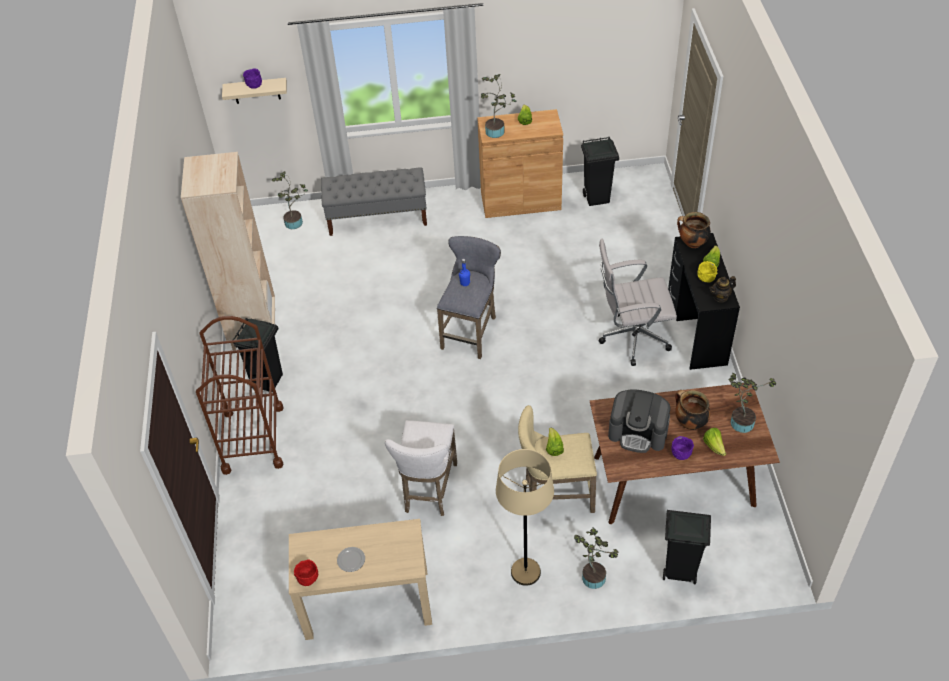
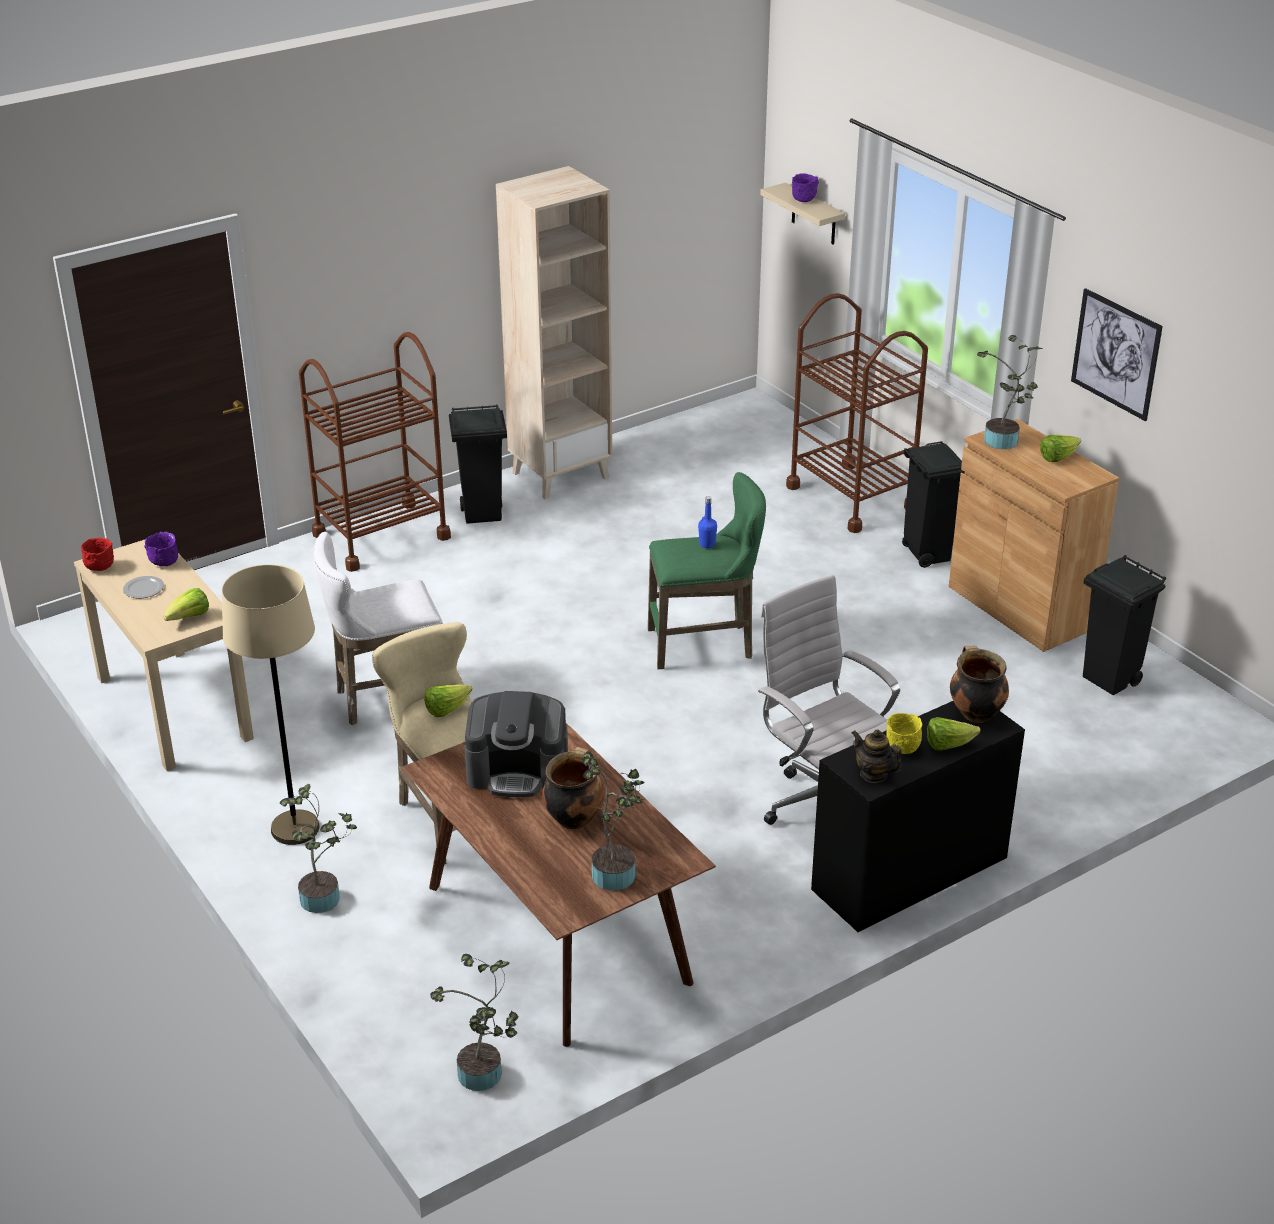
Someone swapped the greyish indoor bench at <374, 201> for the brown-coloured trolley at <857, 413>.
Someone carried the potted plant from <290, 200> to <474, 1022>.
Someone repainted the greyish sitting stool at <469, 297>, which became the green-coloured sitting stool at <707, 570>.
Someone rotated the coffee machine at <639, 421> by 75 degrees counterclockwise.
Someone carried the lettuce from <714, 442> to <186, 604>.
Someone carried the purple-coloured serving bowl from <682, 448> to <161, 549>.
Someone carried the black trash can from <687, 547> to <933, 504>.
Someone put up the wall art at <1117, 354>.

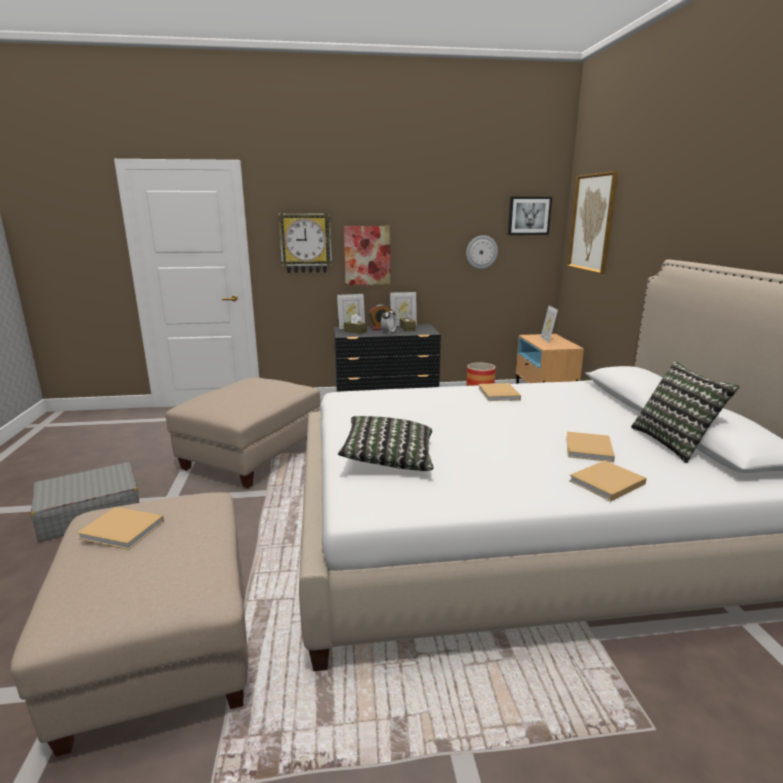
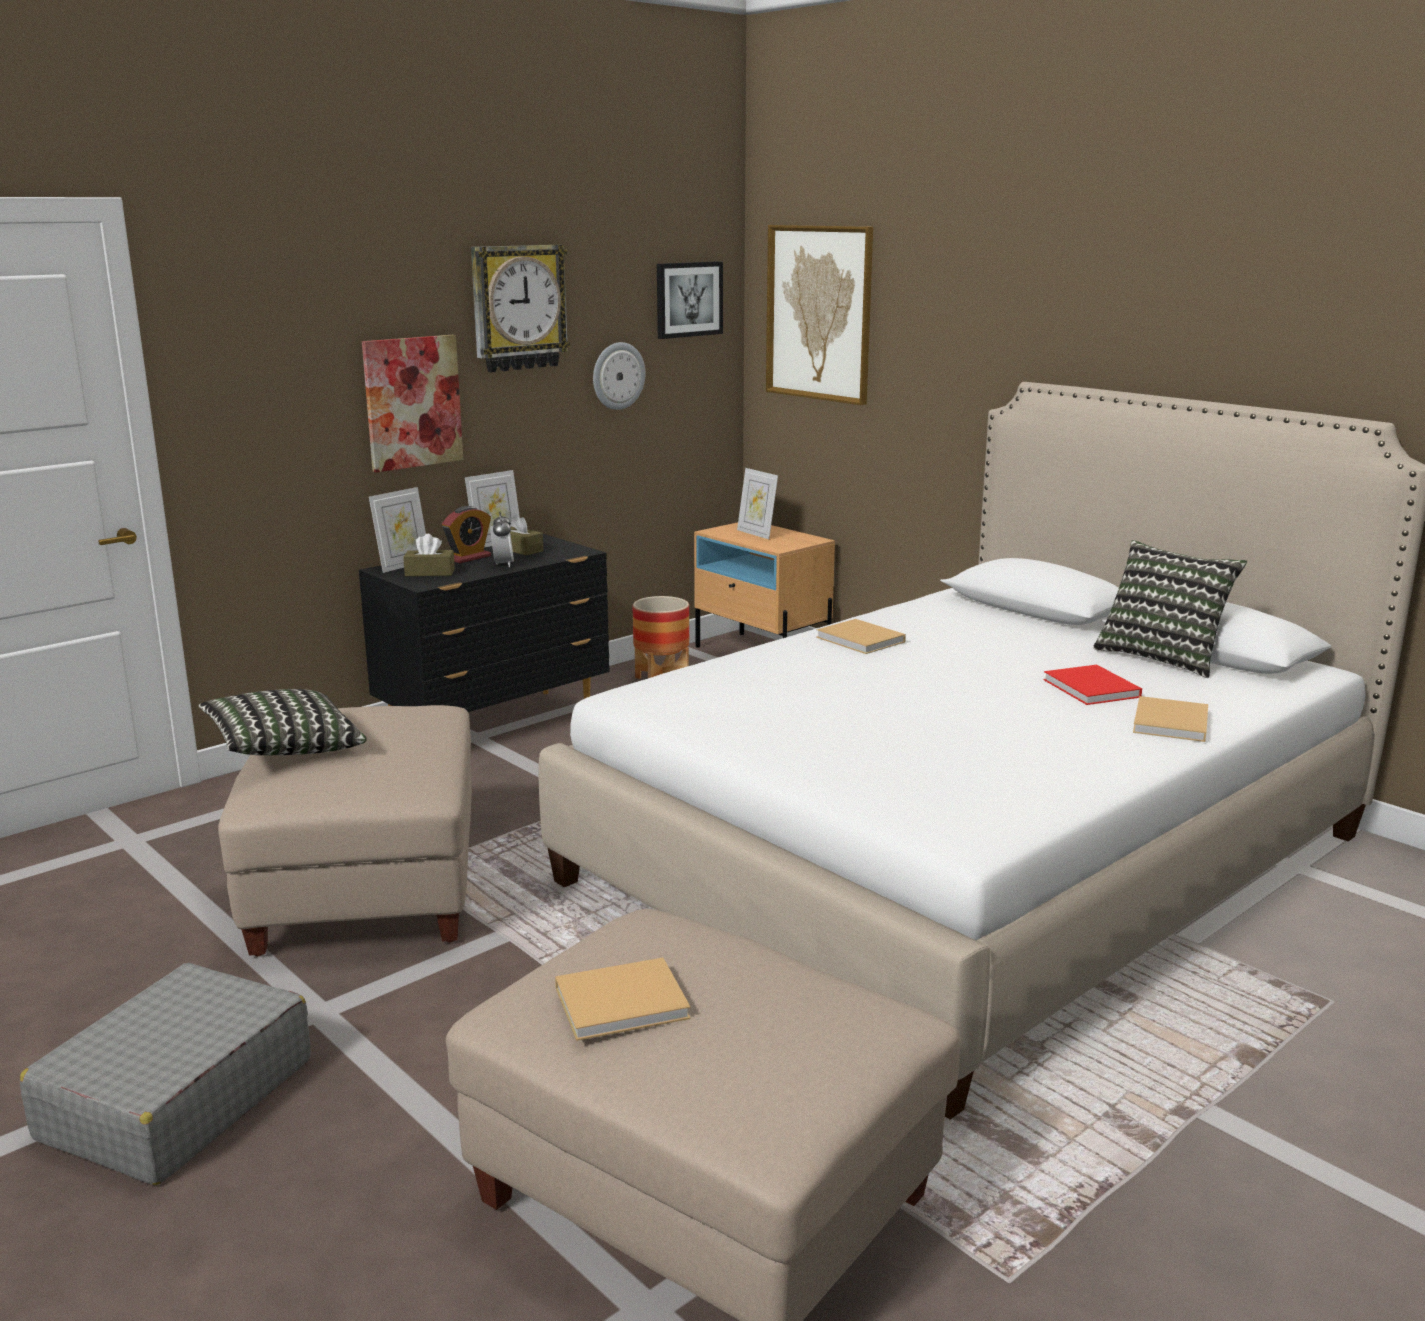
Someone carried the wall clock from <305, 243> to <520, 308>.
Someone carried the cushion from <386, 443> to <283, 722>.
Someone repainted the beige-coloured bound book at <590, 446>, which became the reddish bound book at <1092, 685>.

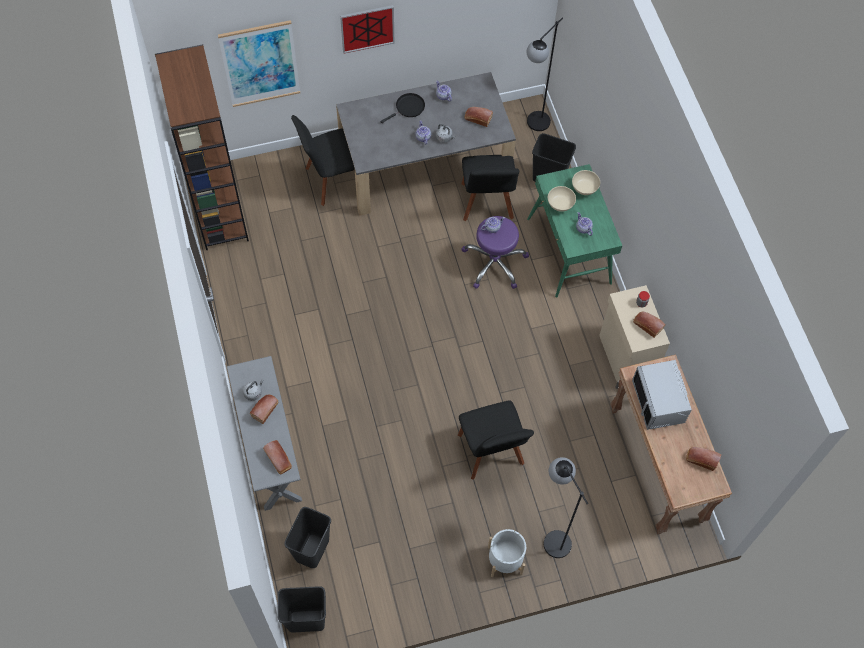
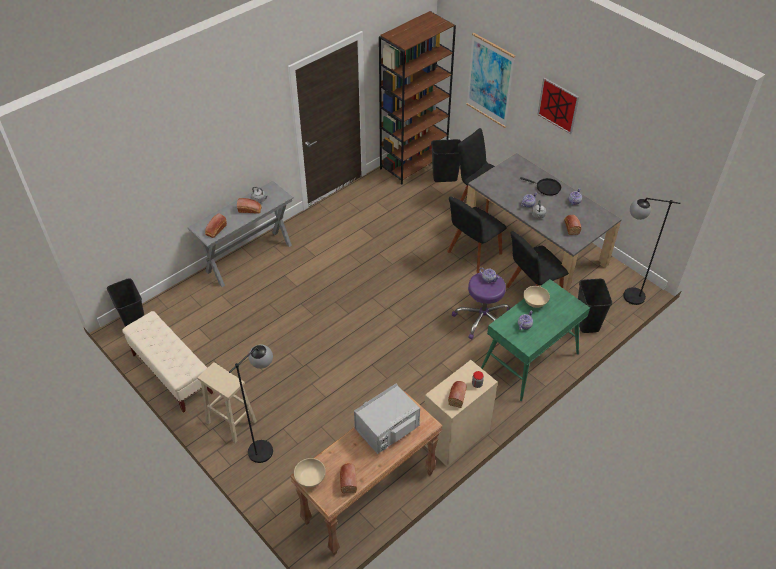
Someone carried the beige-coloured serving bowl from <586, 182> to <310, 473>.
Someone carried the black chair from <496, 440> to <477, 234>.
Someone carried the black trash can from <307, 537> to <446, 160>.
Someone swapped the white-coloured plant pot at <507, 553> for the beige-coloured sitting stool at <227, 402>.
Someone put down the beige-coloured indoor bench at <167, 362>.

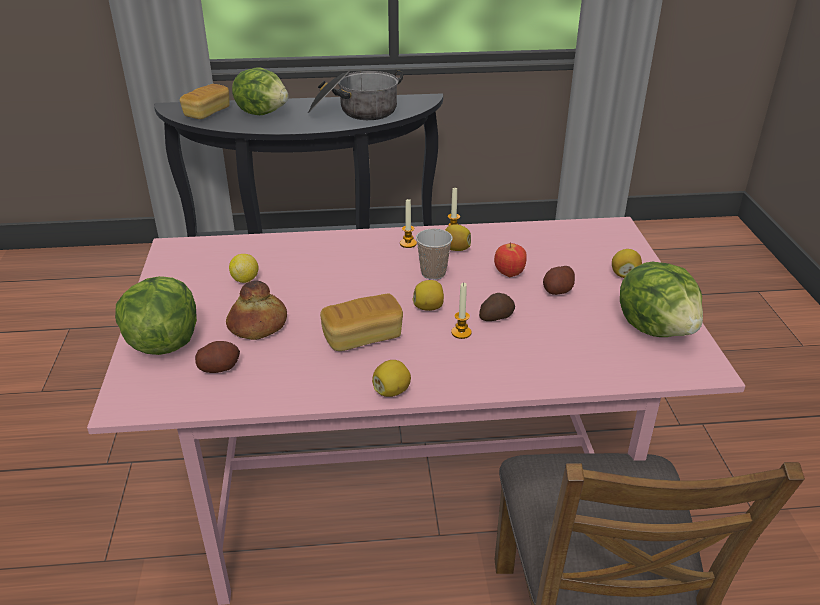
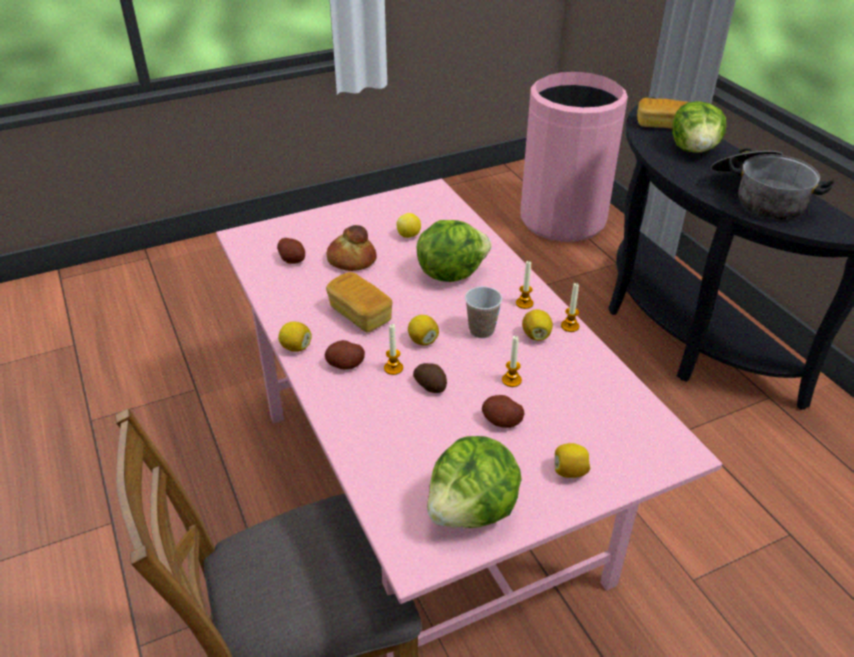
Someone swapped the apple at <510, 260> for the candle at <512, 361>.
Someone carried the lettuce from <156, 315> to <453, 251>.
Someone put down the pink-coloured trash can at <574, 157>.
Someone put down the spud at <345, 354>.

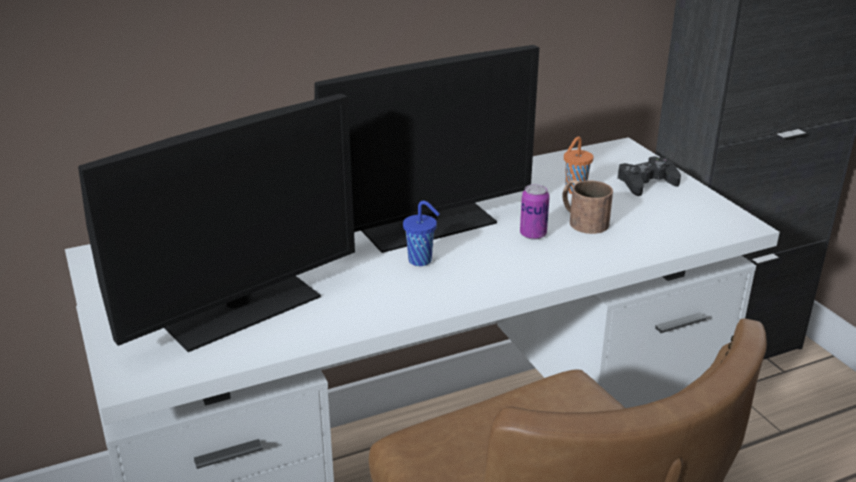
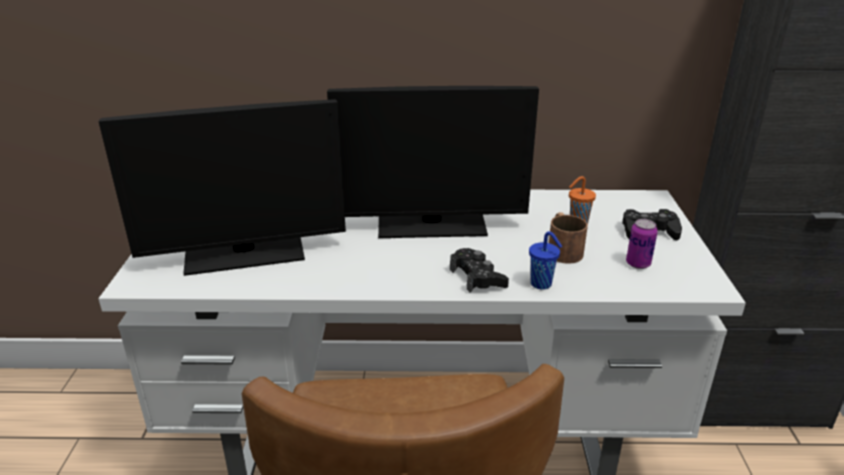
Someone carried the can from <535, 212> to <642, 244>.
Someone carried the blue cup from <421, 233> to <545, 260>.
Someone put down the black joypad at <479, 270>.

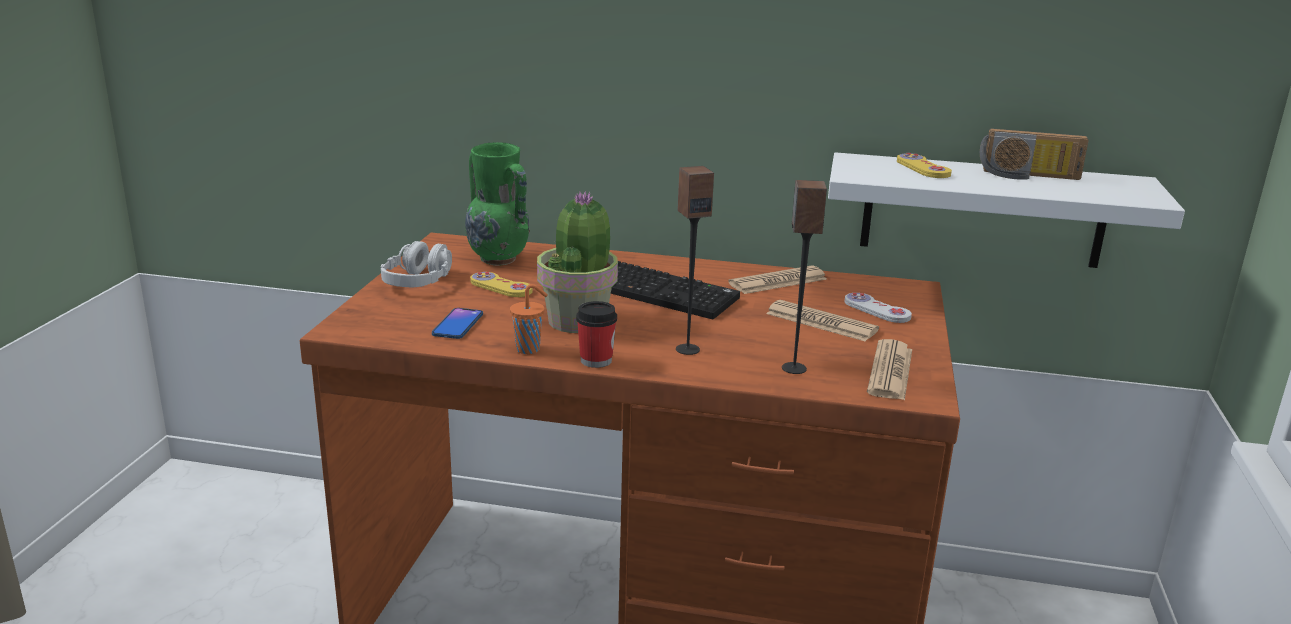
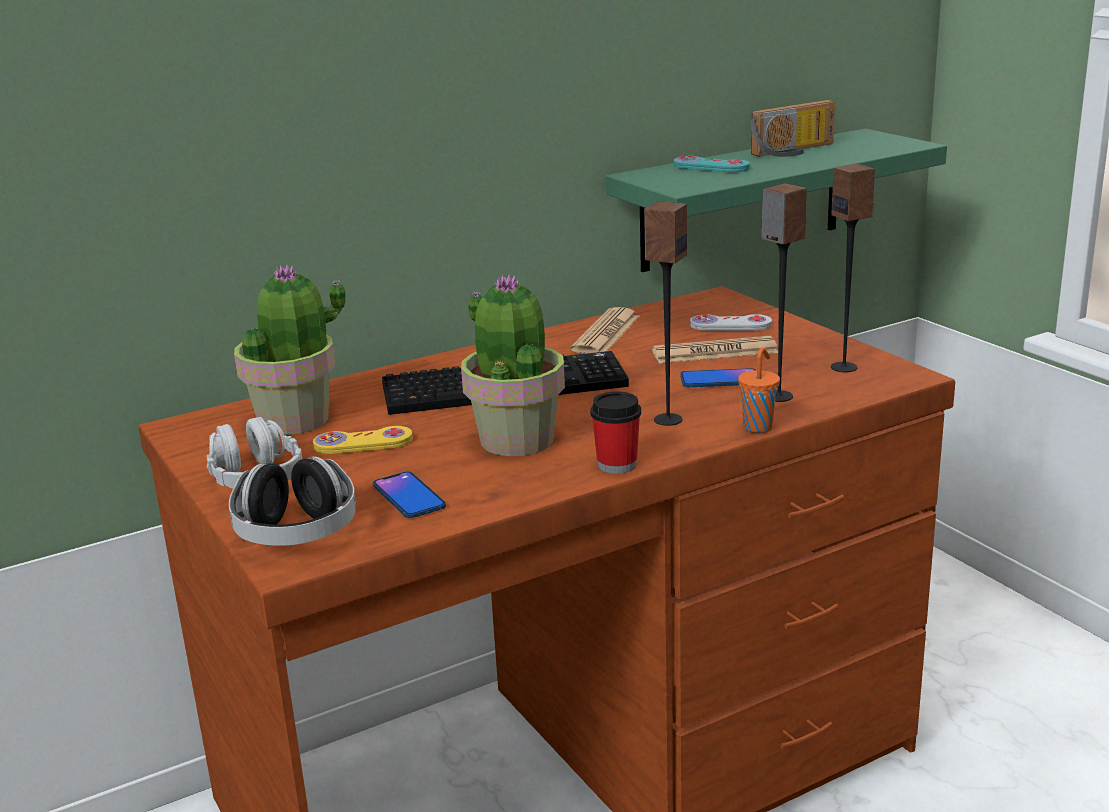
Someone swapped the green-coloured decorative vase at <497, 204> for the potted plant at <290, 350>.
Someone repainted the white-coloured shelf at <1006, 210>, which became the green-coloured shelf at <776, 200>.
Someone repainted the yellowish joypad at <924, 165>, which became the turquoise joypad at <711, 163>.
Someone carried the orange cup from <529, 319> to <759, 390>.
Someone swapped the printed paper at <889, 369> for the loudspeaker at <853, 268>.
Someone put down the telephone at <718, 377>.
Someone put down the pair of headphones at <292, 501>.

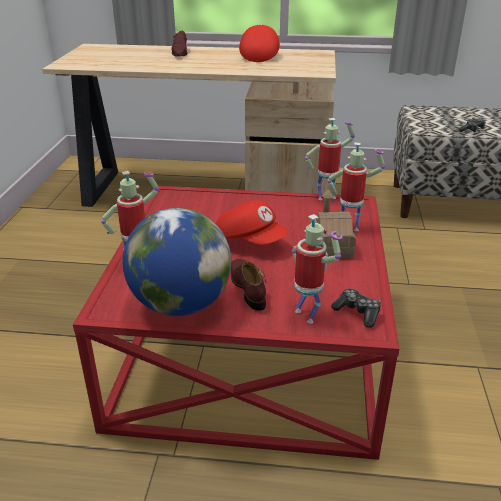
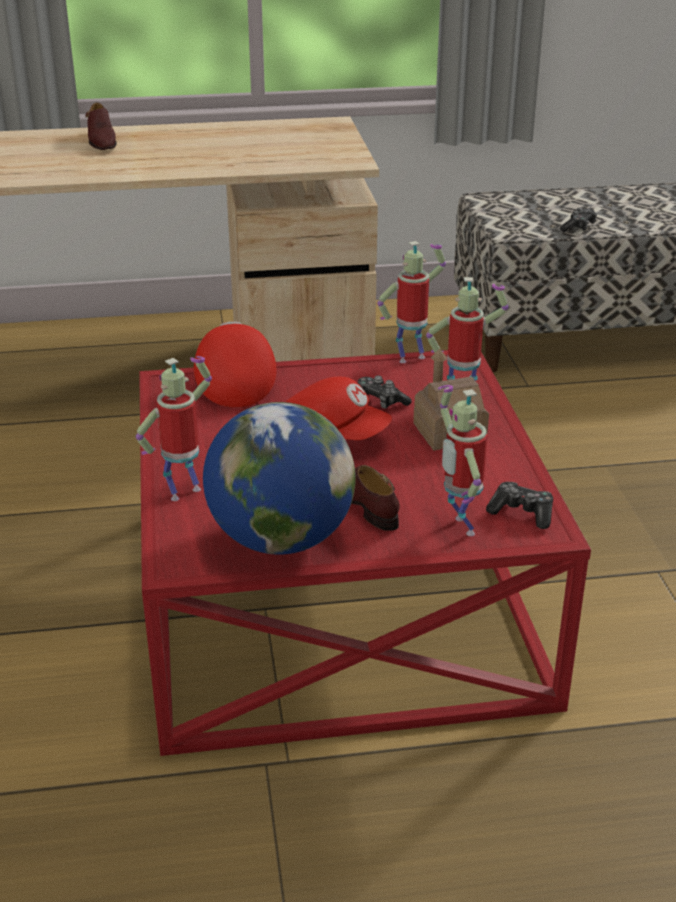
Someone carried the reddish peaked cap from <259, 43> to <235, 364>.
Someone rotated the robot figure at <317, 269> by 150 degrees counterclockwise.
Someone put down the joypad at <385, 392>.

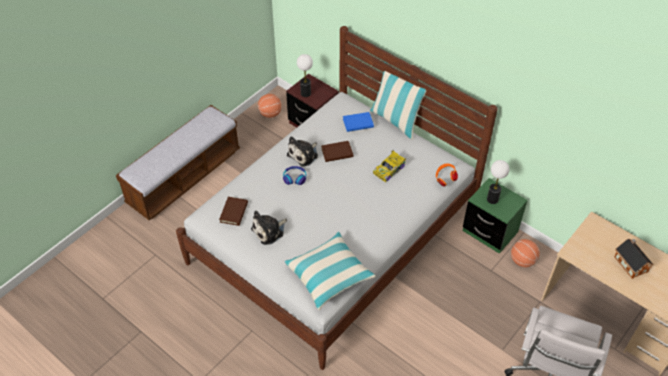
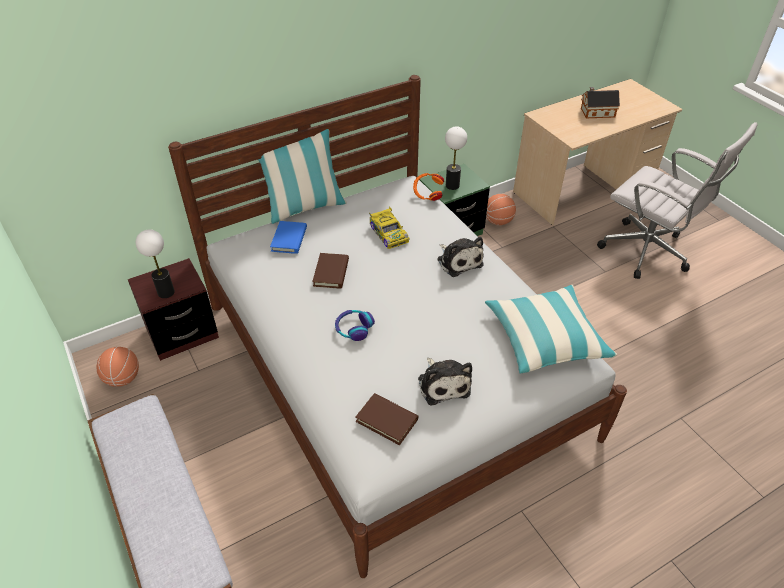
Someone carried the plush toy from <302, 151> to <460, 257>.

